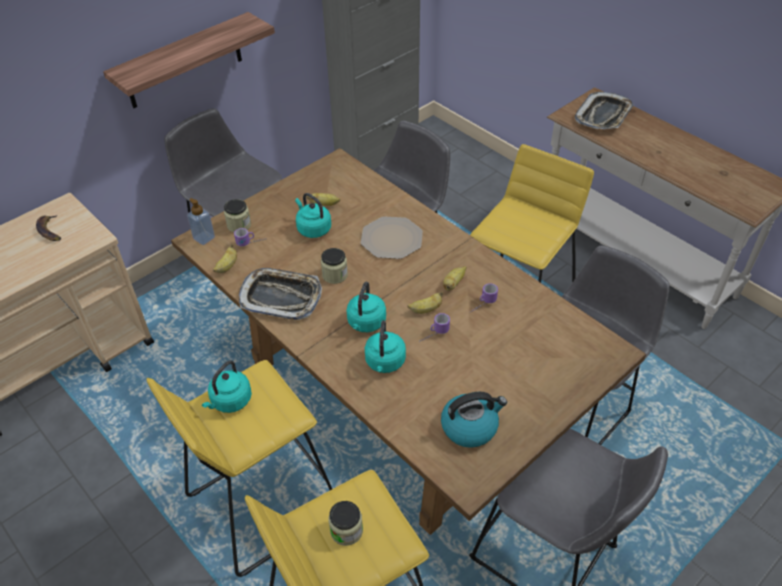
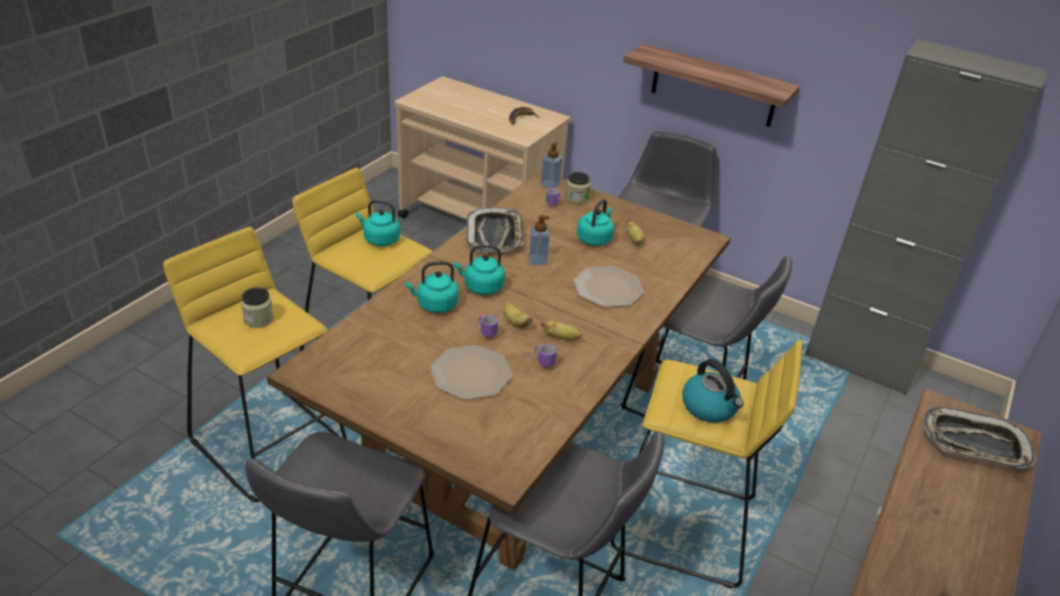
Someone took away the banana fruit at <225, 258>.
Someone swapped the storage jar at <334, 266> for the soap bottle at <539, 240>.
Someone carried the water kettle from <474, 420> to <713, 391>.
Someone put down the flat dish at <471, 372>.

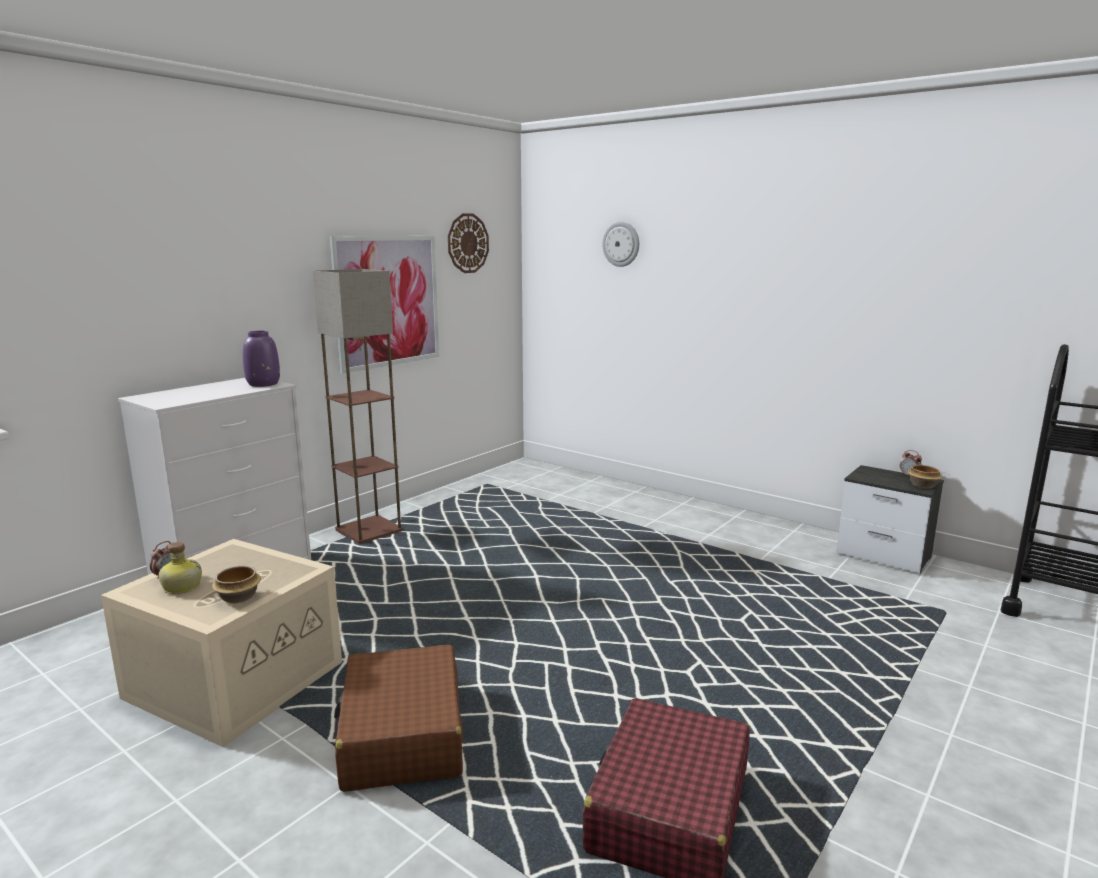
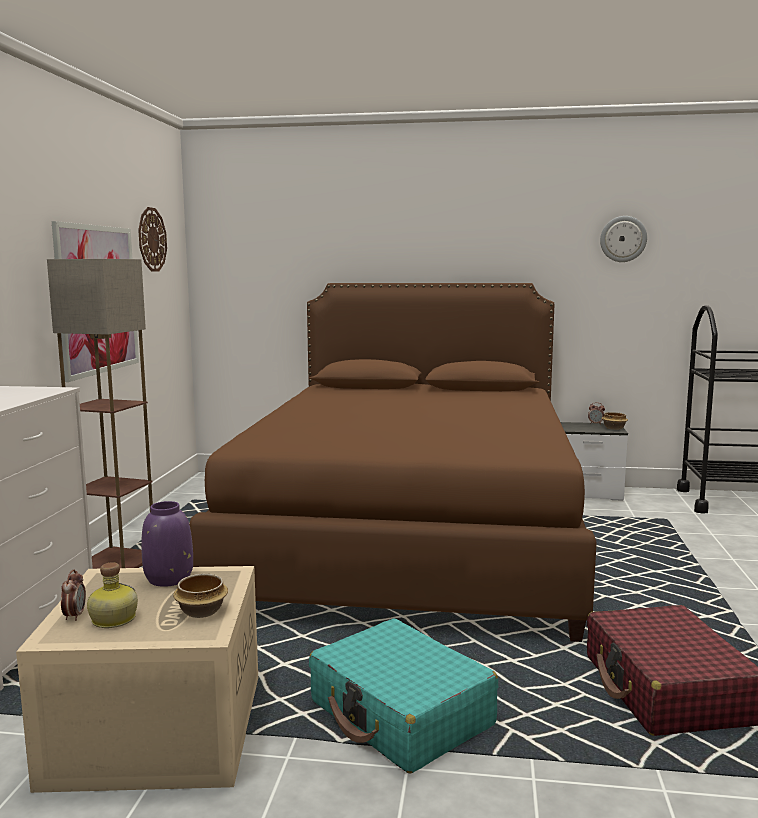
Someone carried the wall clock from <620, 244> to <623, 239>.
Someone carried the purple-coloured decorative vase from <261, 359> to <167, 544>.
Someone repainted the brown-coloured piece of luggage at <398, 718>, which became the turquoise piece of luggage at <403, 695>.
Someone put down the brown-coloured bed at <393, 462>.

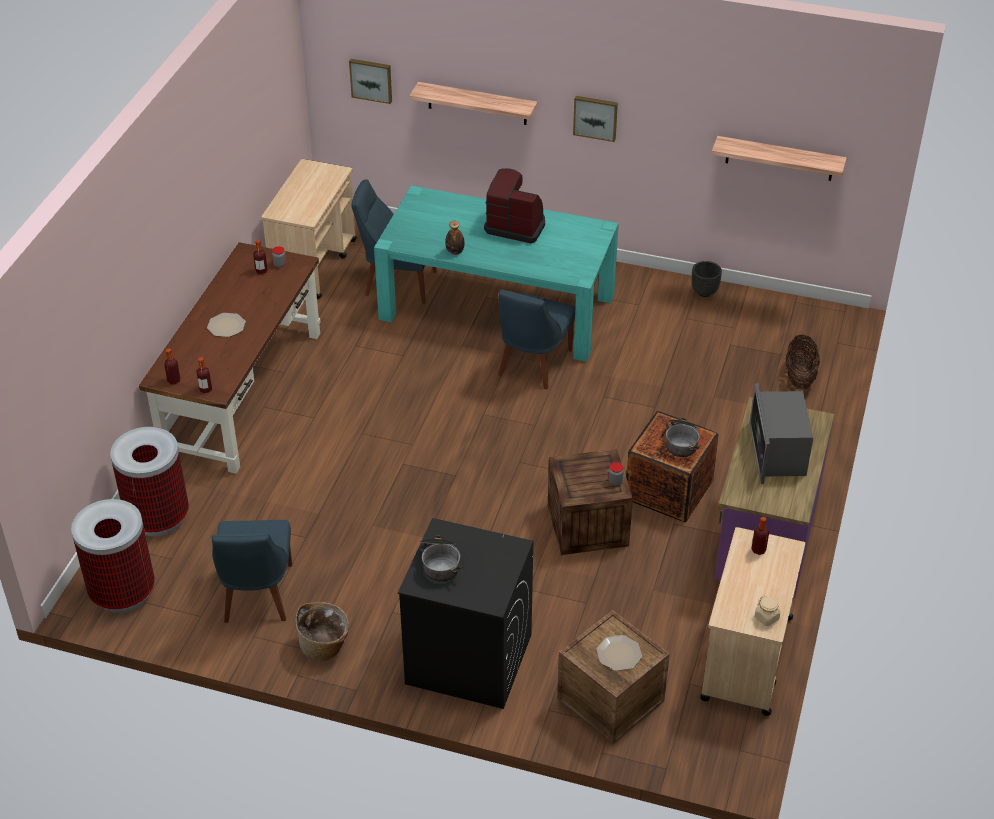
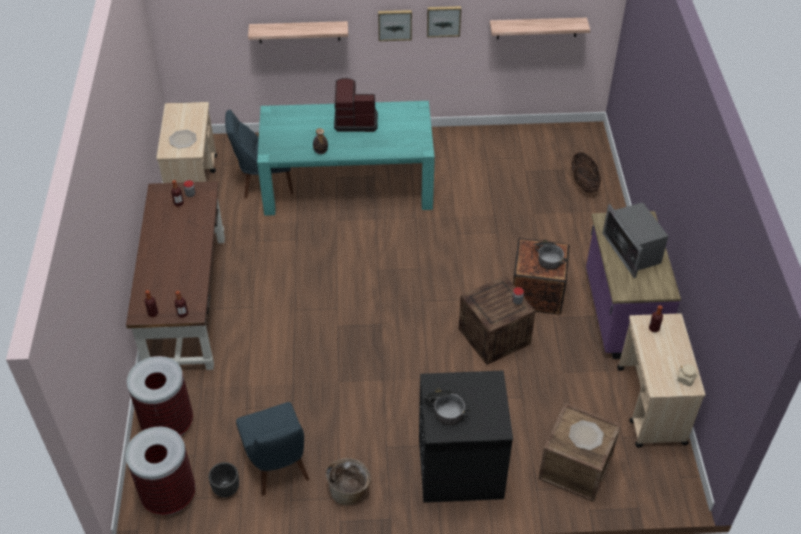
Someone carried the wall art from <370, 81> to <444, 22>.
Someone carried the black plant pot from <706, 279> to <223, 479>.
Someone took away the blue chair at <536, 339>.
Someone carried the flat dish from <226, 325> to <183, 139>.

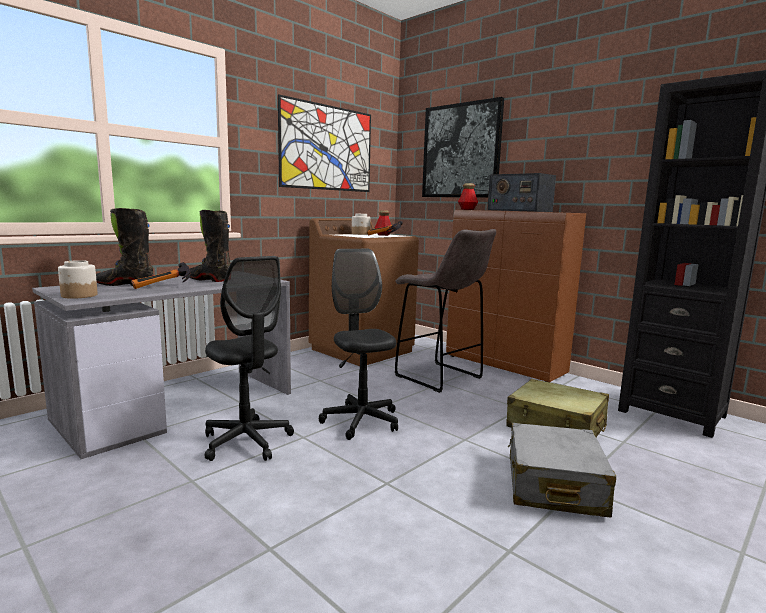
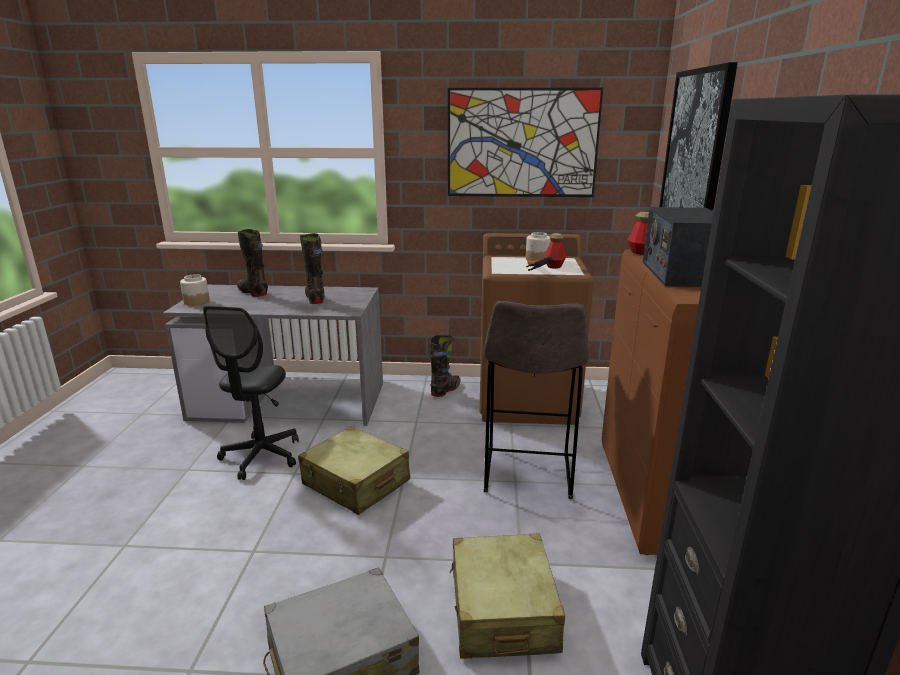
Someone swapped the black office chair at <358, 344> for the beige-coloured piece of luggage at <354, 470>.
Someone took away the tool hammer at <161, 275>.
Someone put down the black high-top boot at <445, 366>.

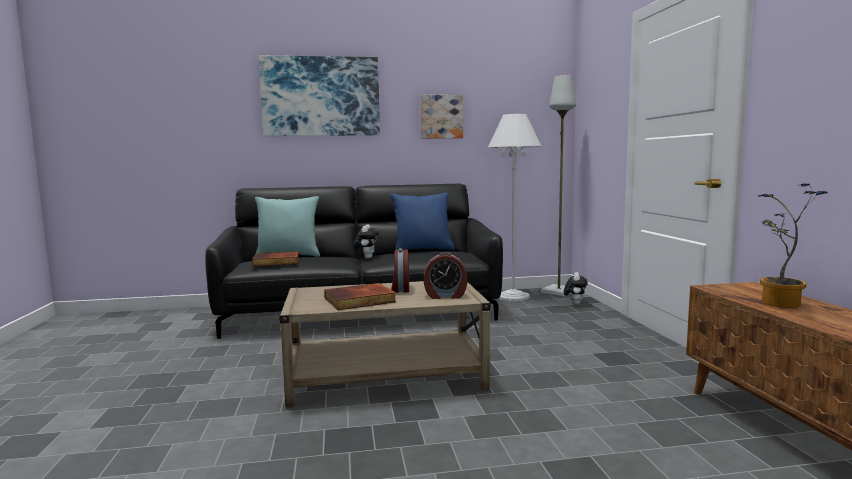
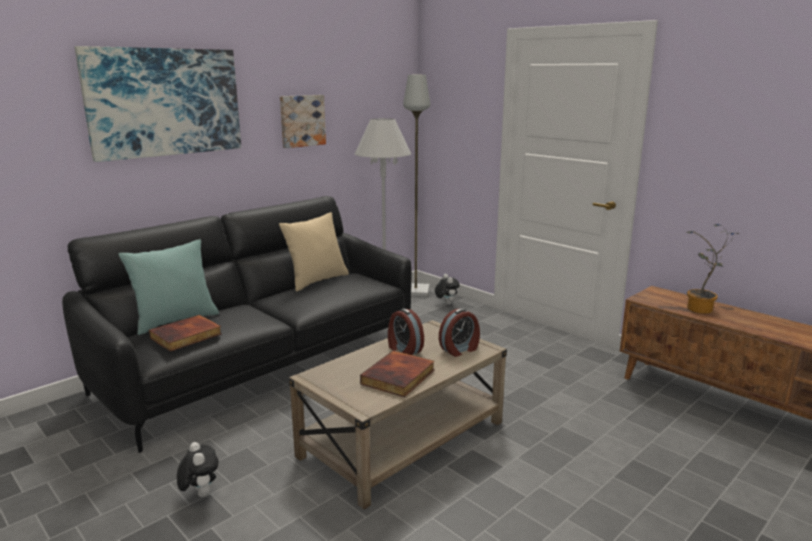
Someone repainted the blue cushion at <422, 221>, which became the beige-coloured cushion at <314, 252>.
Someone carried the plush toy from <366, 242> to <198, 469>.

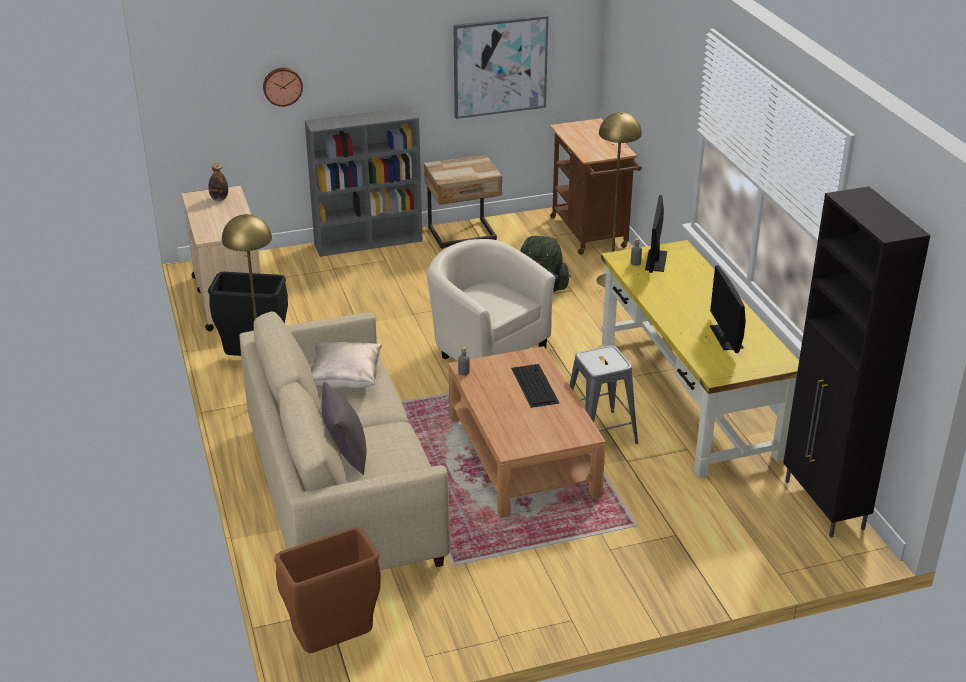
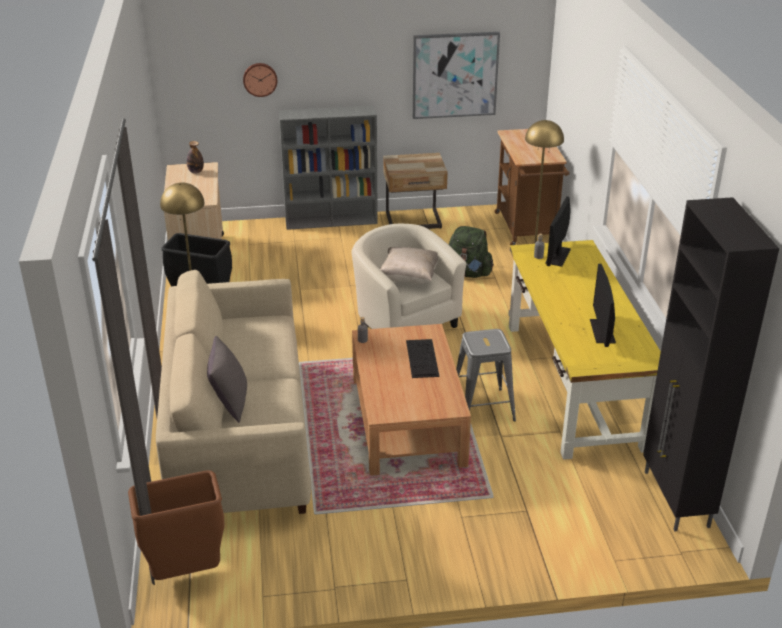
Someone carried the beige-coloured cushion from <346, 365> to <409, 265>.

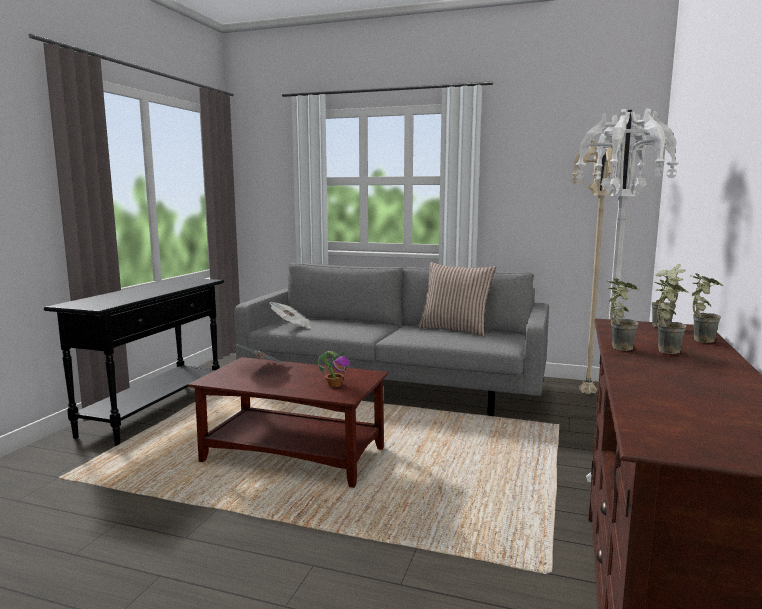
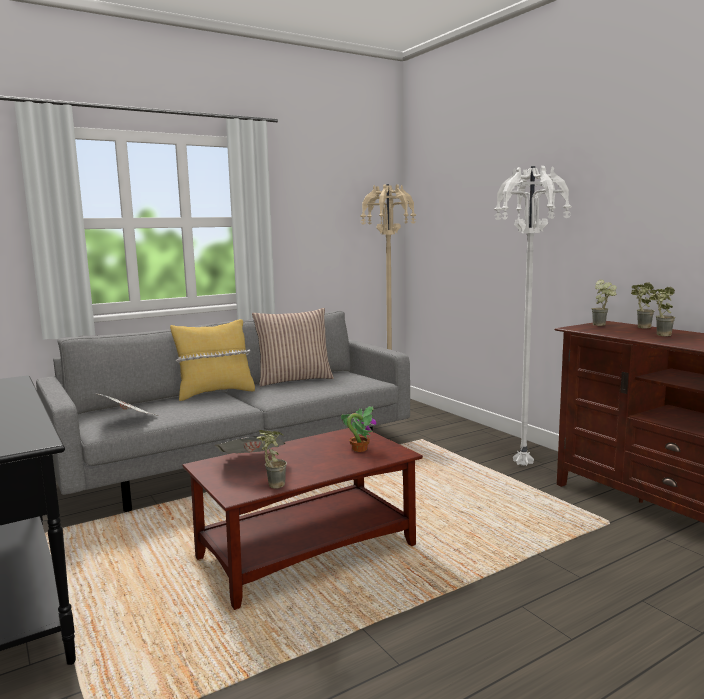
Someone carried the potted plant from <623, 314> to <272, 459>.
Someone put down the yellowish cushion at <212, 360>.

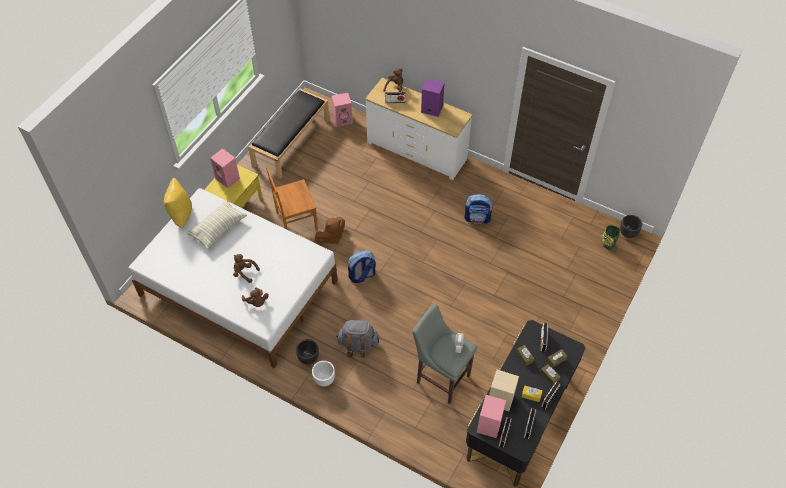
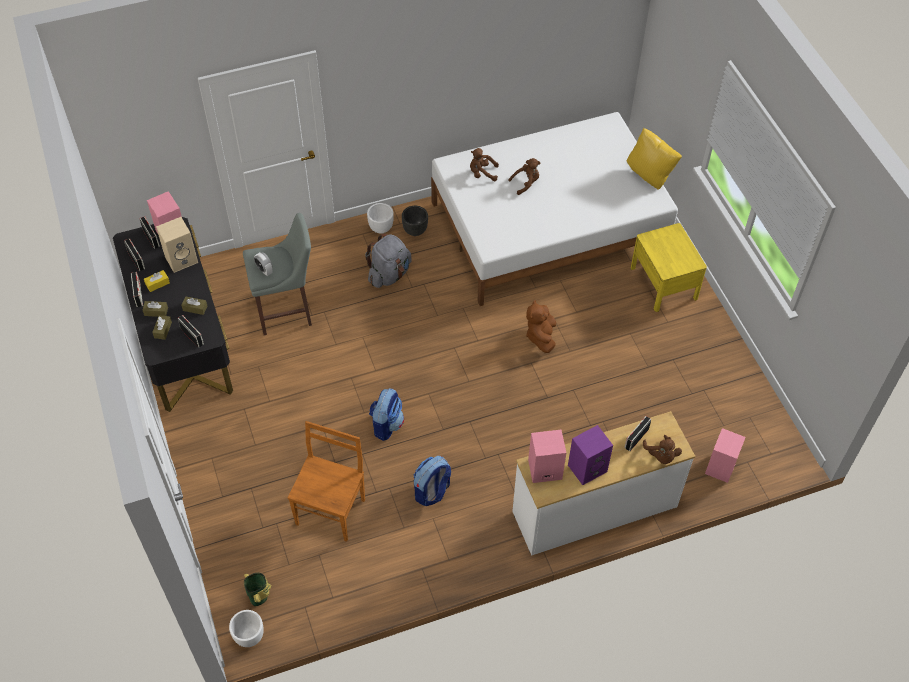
Someone took away the black indoor bench at <289, 133>.
Someone carried the pink-coloured loudspeaker from <225, 168> to <547, 456>.
Someone carried the brown-coloured chair from <291, 198> to <326, 481>.
Someone took away the cushion at <217, 225>.
Someone repainted the black plant pot at <631, 226>, which became the white-coloured plant pot at <246, 628>.
Someone carried the knapsack from <362, 266> to <386, 414>.

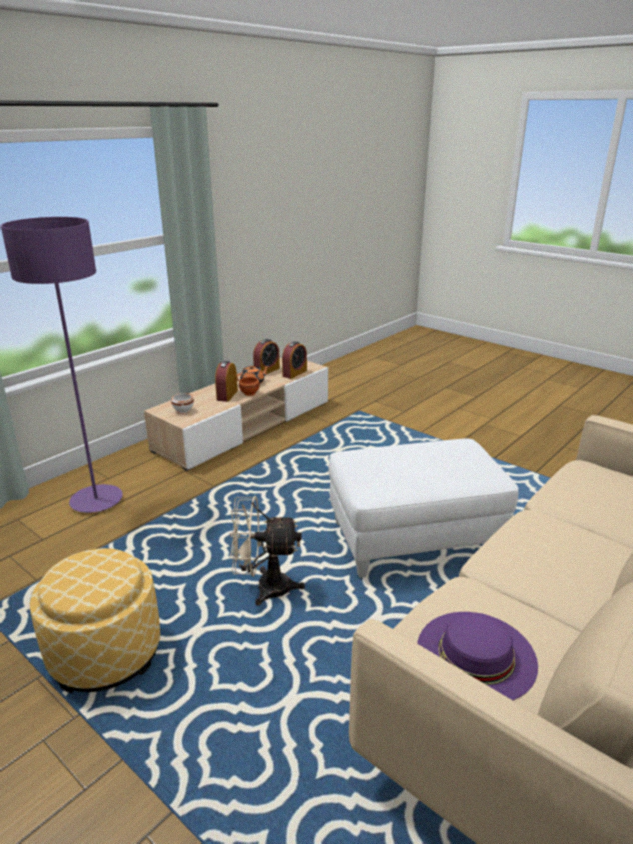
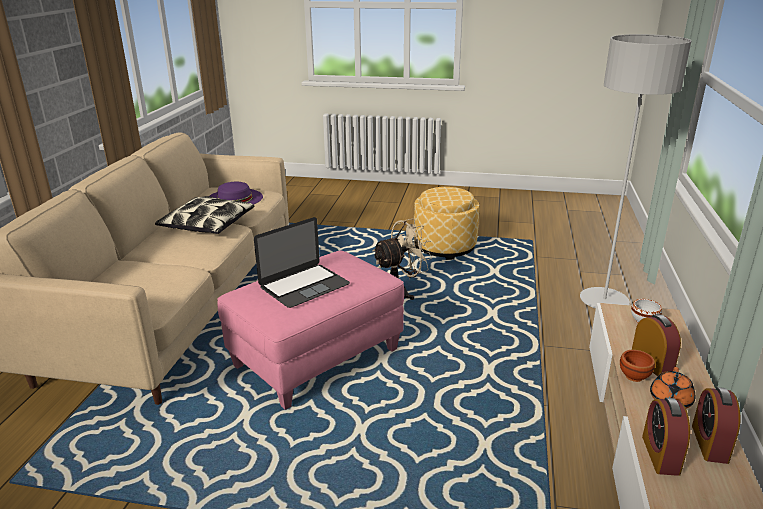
Someone repainted the purple-coloured standard lamp at <62, 365>, which became the greyish standard lamp at <635, 171>.
Someone repainted the white-coloured ottoman at <423, 508>, which became the pink-coloured ottoman at <310, 330>.
Someone put down the cushion at <204, 215>.
Someone put down the laptop at <302, 262>.

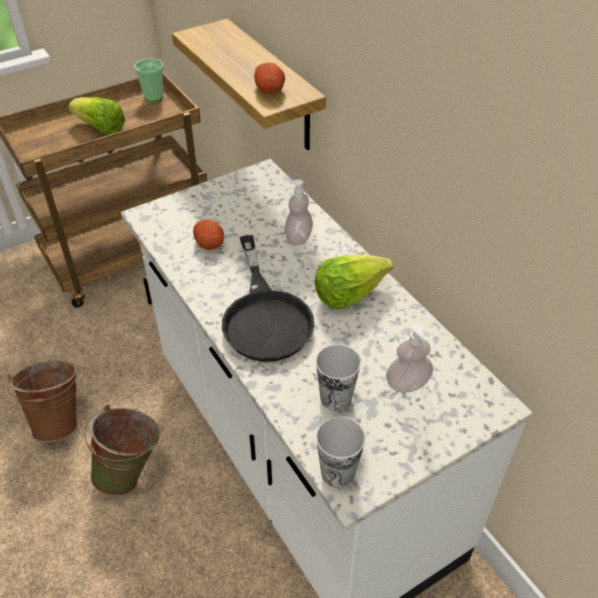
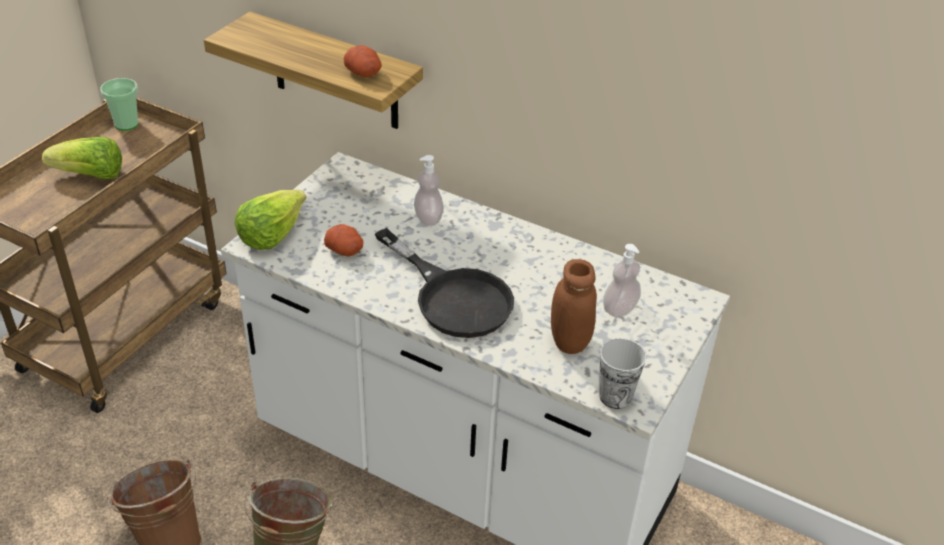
Someone carried the lettuce from <354, 281> to <270, 220>.
Someone swapped the cup at <338, 377> for the brown-coloured storage jar at <574, 306>.

